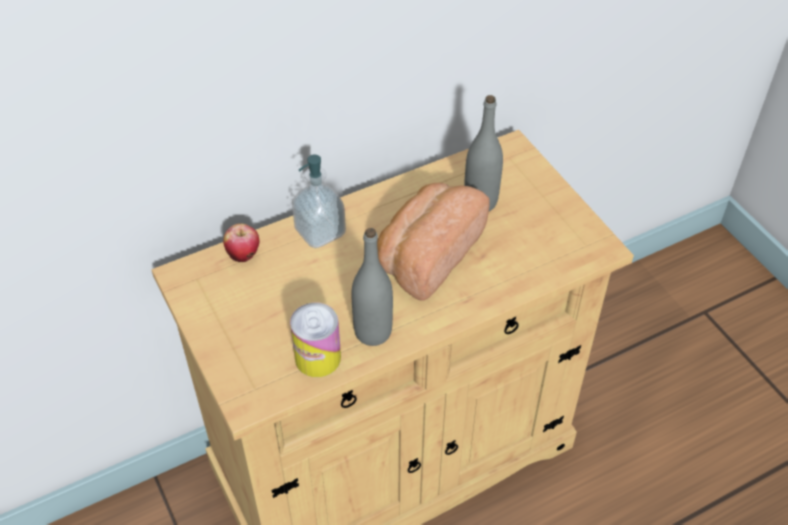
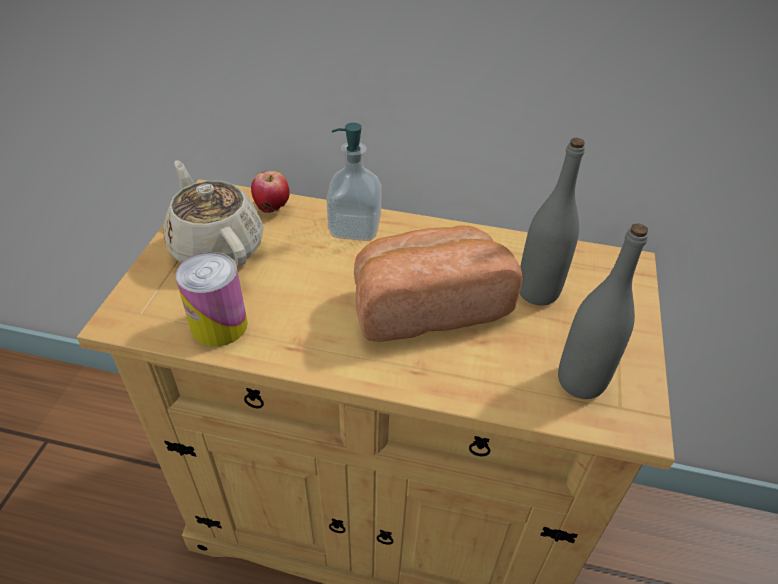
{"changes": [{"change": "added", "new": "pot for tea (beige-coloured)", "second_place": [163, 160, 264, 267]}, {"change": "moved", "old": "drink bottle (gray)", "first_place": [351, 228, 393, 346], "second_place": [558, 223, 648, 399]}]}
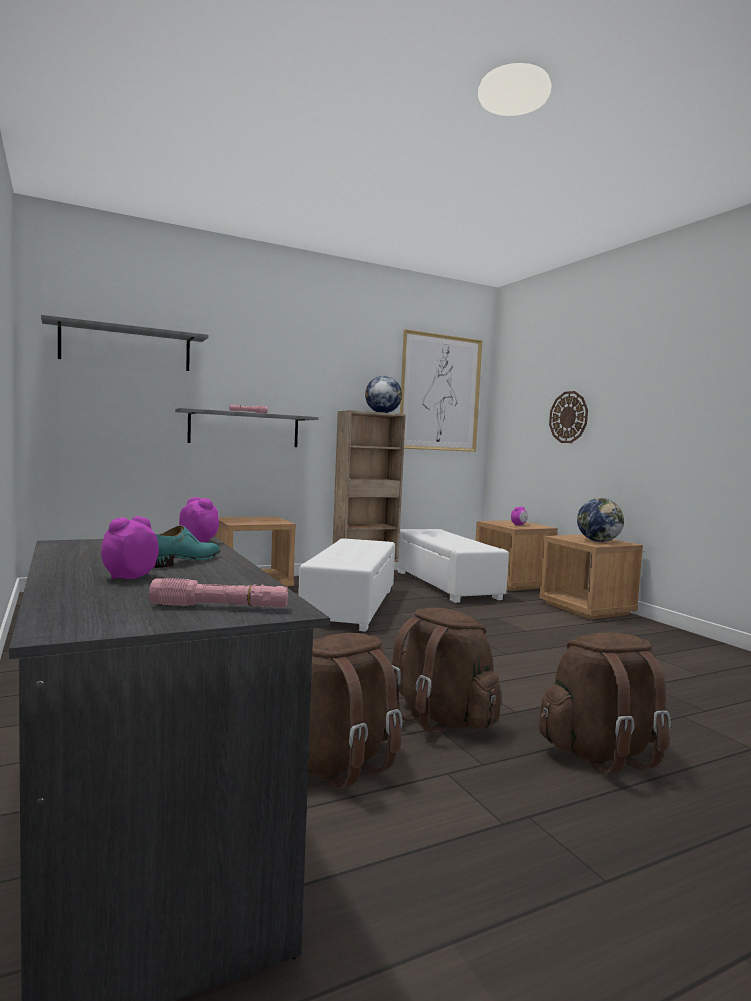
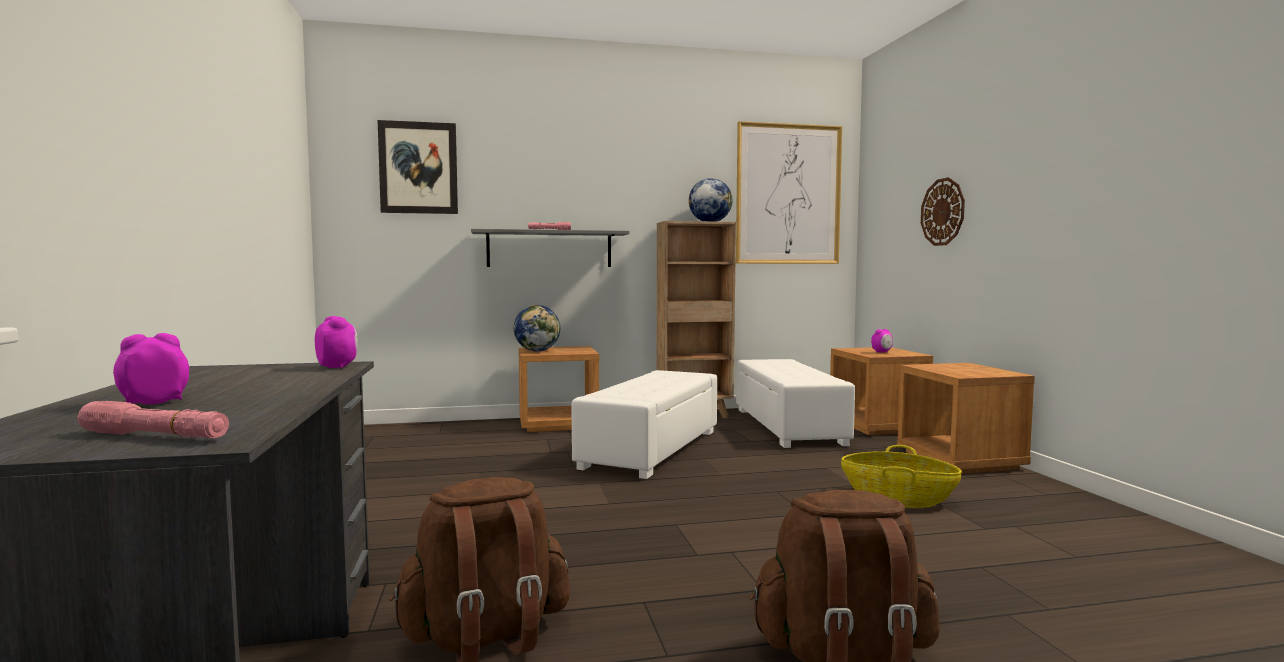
{"changes": [{"change": "removed", "old": "shoe (blue-green)", "first_place": [154, 526, 220, 568]}, {"change": "removed", "old": "knapsack (brown-coloured)", "first_place": [391, 608, 501, 734]}, {"change": "added", "new": "storage basket", "second_place": [841, 445, 962, 508]}, {"change": "moved", "old": "globe", "first_place": [577, 498, 624, 542], "second_place": [514, 305, 560, 351]}, {"change": "replaced", "old": "shelf (gray)", "new": "picture", "first_place": [41, 315, 209, 371], "second_place": [378, 120, 458, 214]}]}
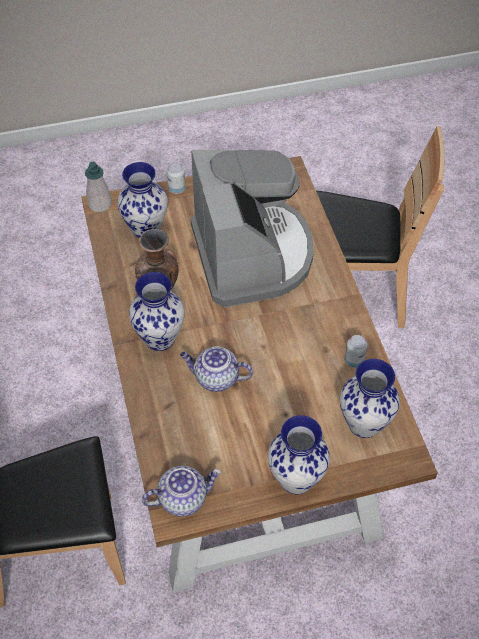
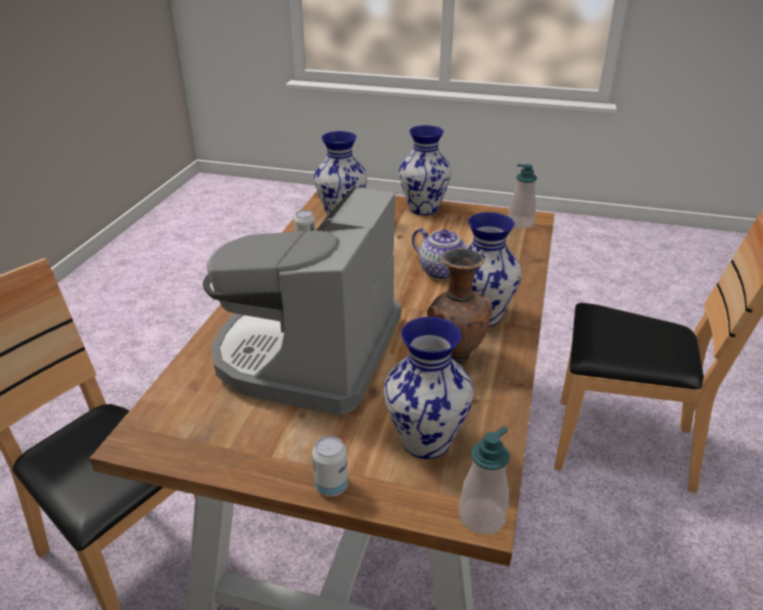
{"changes": [{"change": "replaced", "old": "pot for tea", "new": "soap dispenser", "first_place": [142, 466, 221, 517], "second_place": [508, 164, 537, 228]}]}
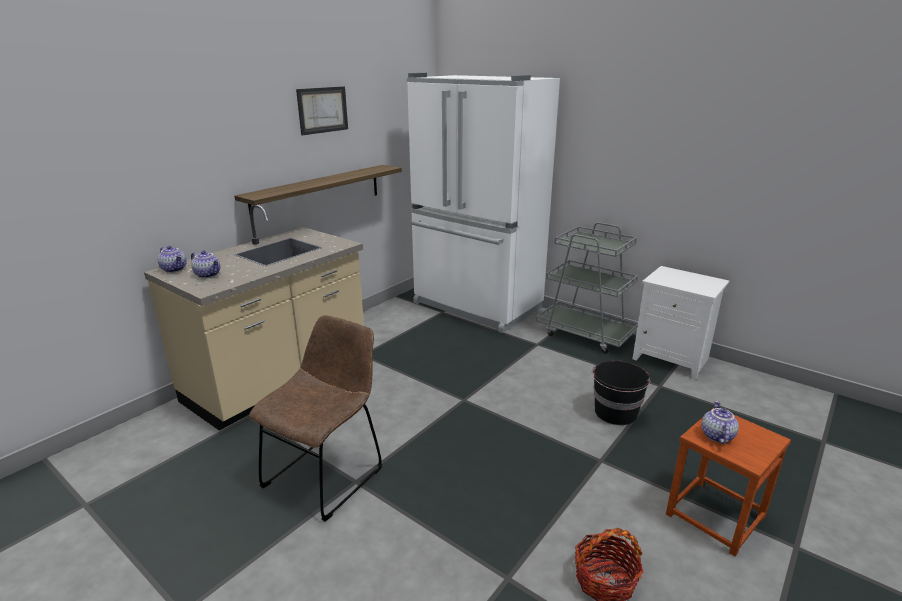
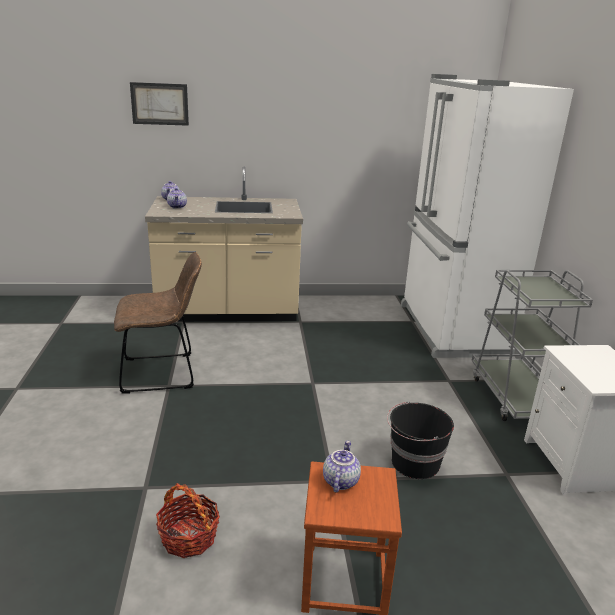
{"changes": [{"change": "removed", "old": "shelf", "first_place": [234, 165, 402, 214]}, {"change": "moved", "old": "picture", "first_place": [296, 86, 348, 135], "second_place": [130, 82, 189, 126]}, {"change": "turned", "old": "pot for tea", "first_place": [701, 401, 739, 444], "second_place": [323, 441, 361, 493], "degrees": -45}]}
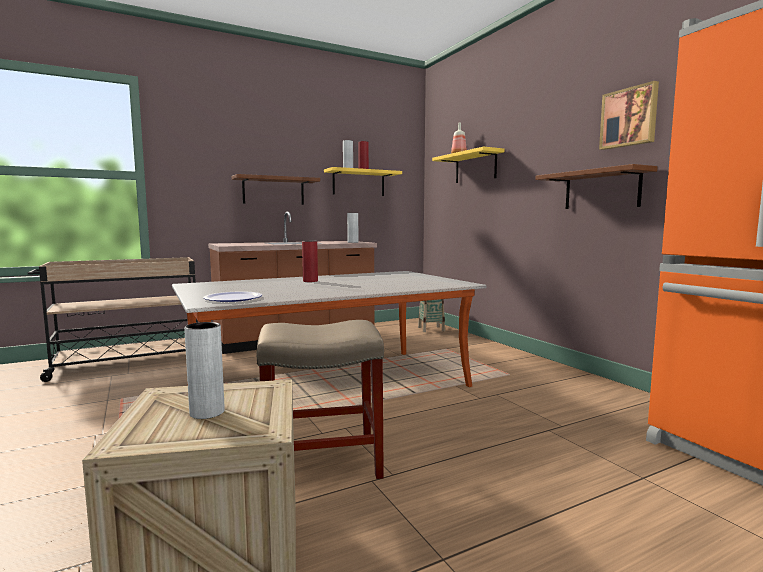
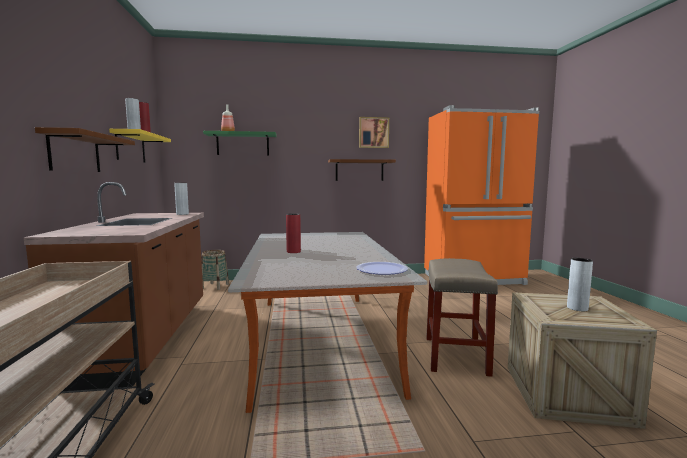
{"changes": [{"change": "recoloured", "old": "shelf (yellowish)", "new": "shelf (greenish)", "first_place": [432, 147, 504, 183], "second_place": [203, 131, 277, 156]}]}
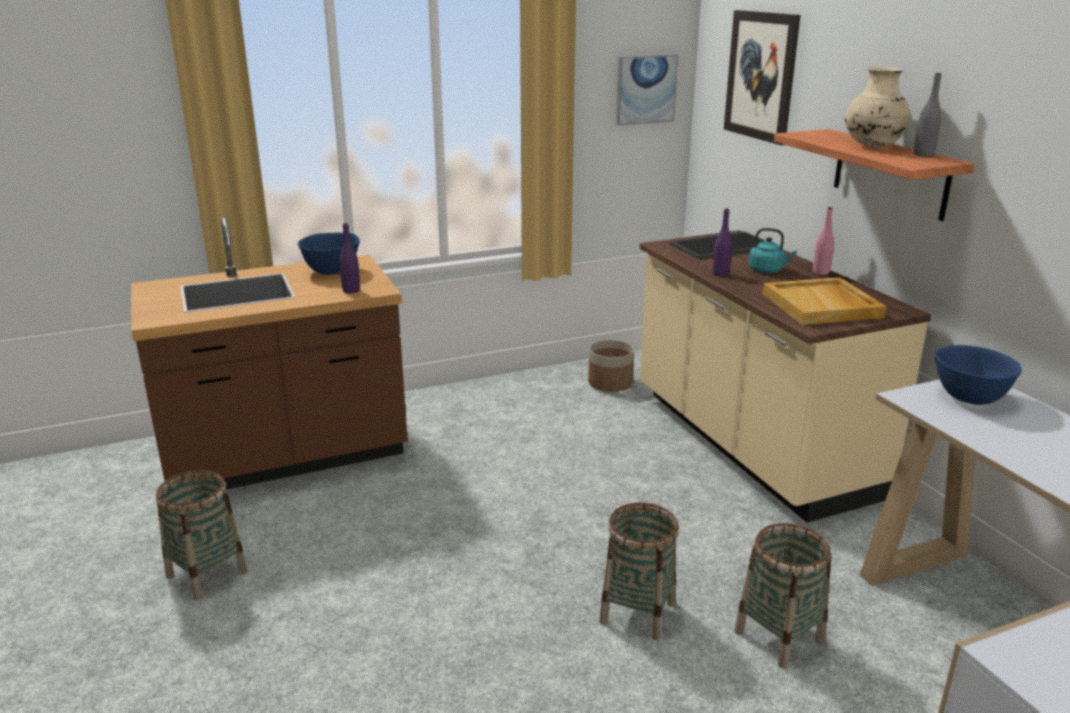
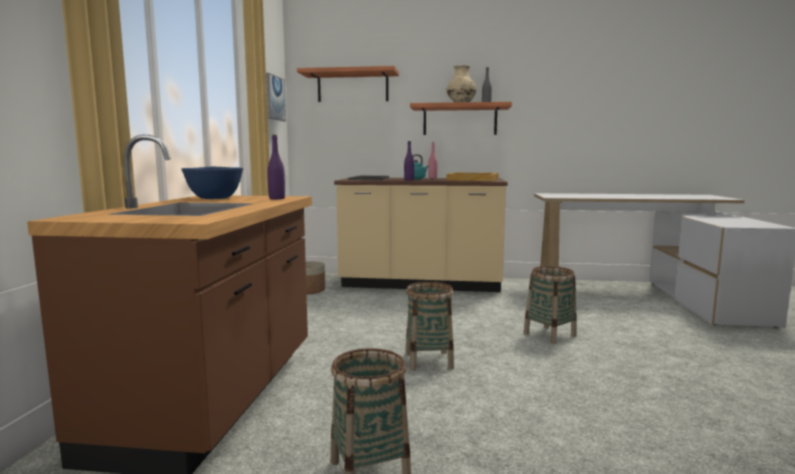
{"changes": [{"change": "removed", "old": "deep dish (blue-coloured)", "first_place": [935, 345, 1022, 405]}, {"change": "moved", "old": "storage basket", "first_place": [734, 523, 831, 669], "second_place": [405, 282, 454, 371]}, {"change": "replaced", "old": "picture", "new": "shelf", "first_place": [724, 10, 800, 145], "second_place": [297, 66, 399, 102]}]}
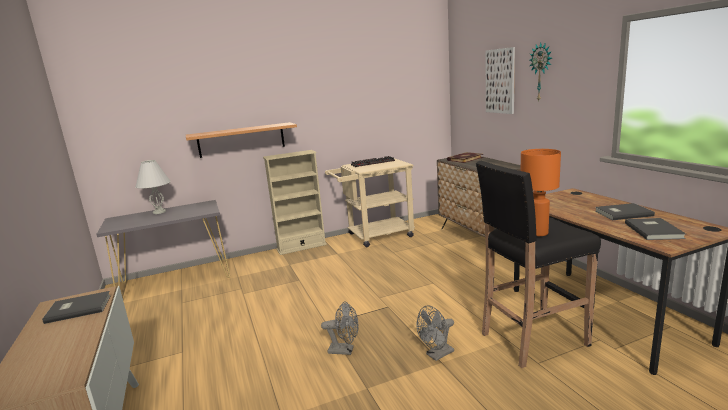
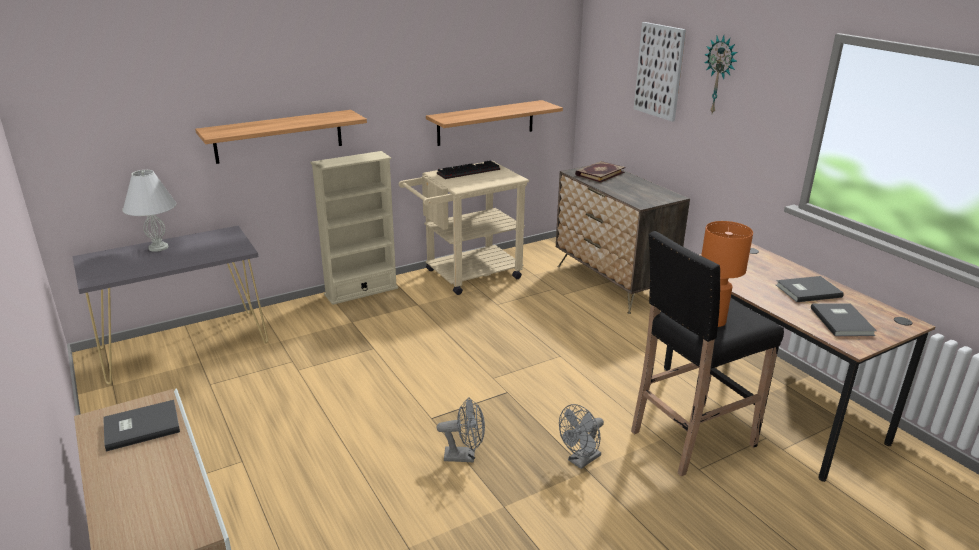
{"changes": [{"change": "added", "new": "shelf", "second_place": [426, 100, 563, 146]}]}
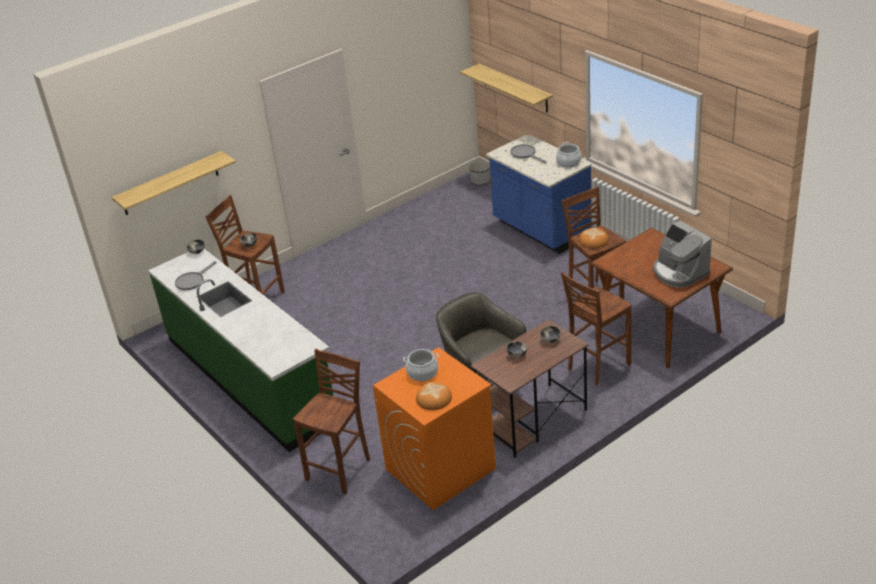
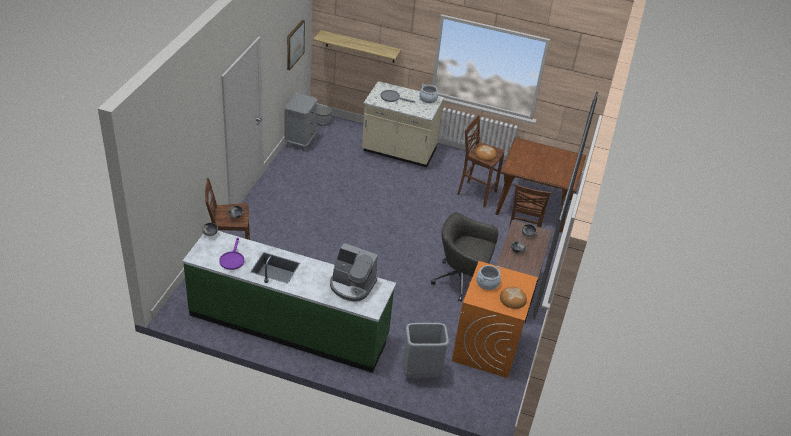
{"changes": [{"change": "removed", "old": "shelf", "first_place": [111, 151, 236, 215]}, {"change": "added", "new": "night table (gray)", "second_place": [284, 93, 318, 152]}, {"change": "added", "new": "picture", "second_place": [287, 20, 305, 70]}, {"change": "moved", "old": "coffee brewer", "first_place": [653, 221, 712, 288], "second_place": [330, 243, 378, 302]}, {"change": "replaced", "old": "sitting stool (brown-coloured)", "new": "waste bin (gray)", "first_place": [293, 349, 370, 494], "second_place": [403, 323, 449, 378]}, {"change": "recoloured", "old": "pan (gray)", "new": "pan (purple-coloured)", "first_place": [175, 261, 216, 290], "second_place": [219, 238, 244, 270]}, {"change": "recoloured", "old": "kitchen base unit (blue-coloured)", "new": "kitchen base unit (beige-coloured)", "first_place": [486, 134, 592, 254], "second_place": [362, 81, 444, 167]}]}
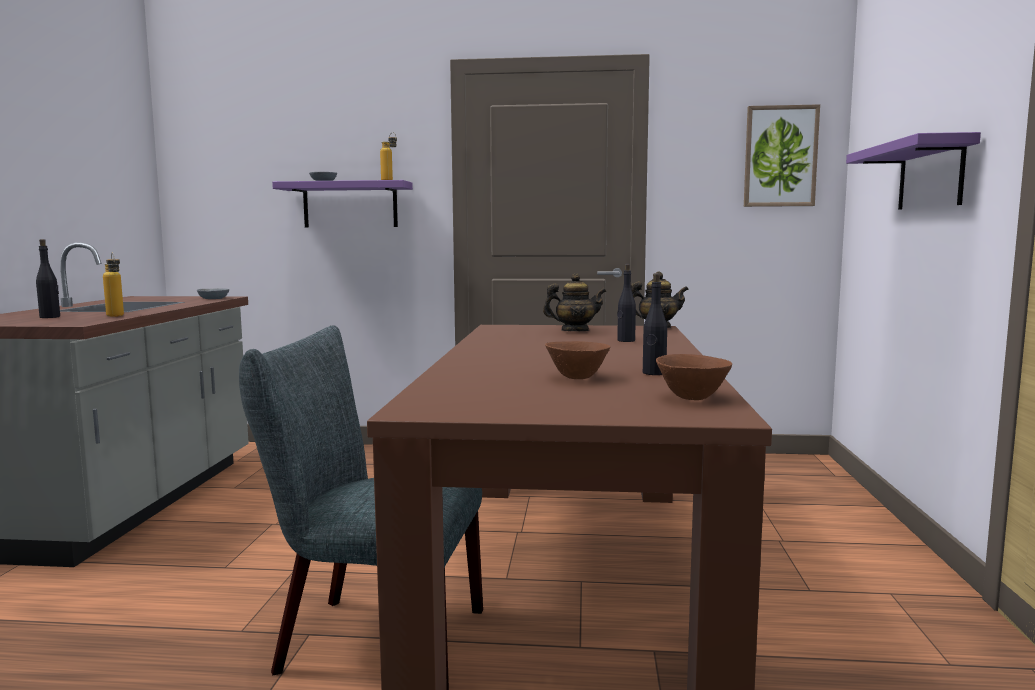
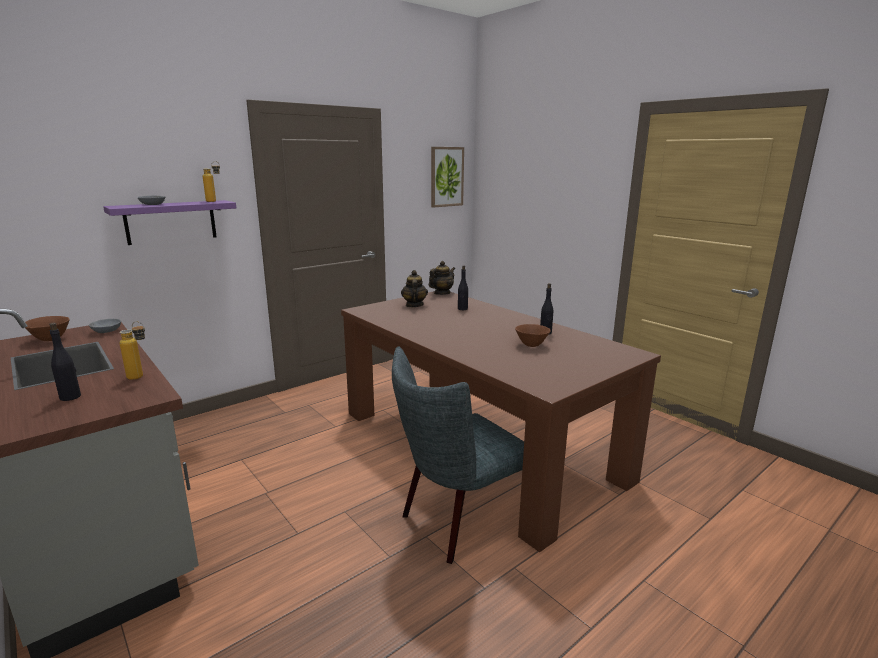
{"changes": [{"change": "removed", "old": "shelf (purple-coloured)", "first_place": [846, 132, 981, 210]}, {"change": "moved", "old": "deep dish (brown-coloured)", "first_place": [656, 354, 732, 400], "second_place": [25, 316, 69, 341]}, {"change": "turned", "old": "pot for tea", "first_place": [543, 273, 607, 331], "second_place": [401, 270, 428, 307], "degrees": -45}]}
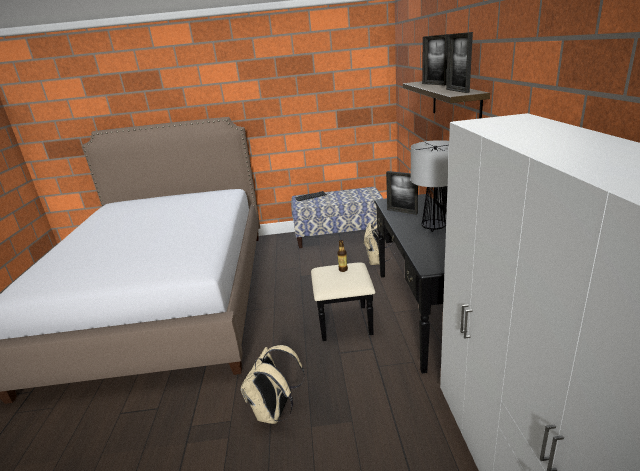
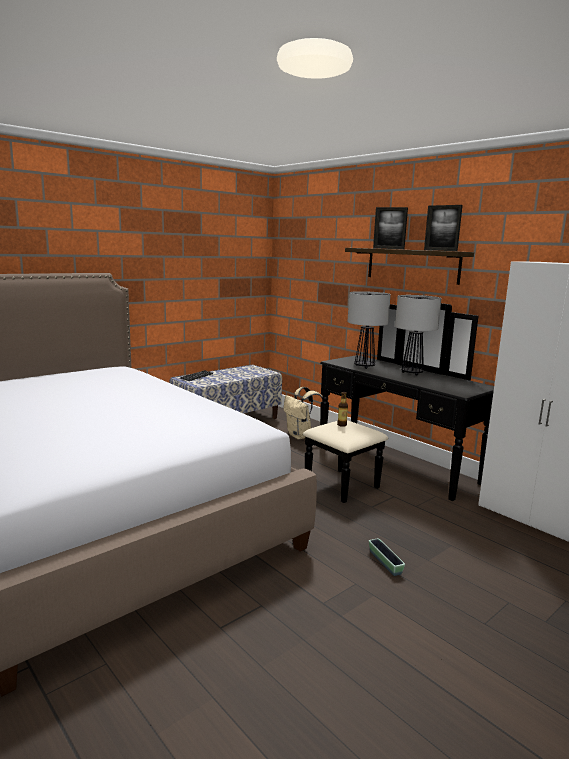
{"changes": [{"change": "replaced", "old": "knapsack (beige-coloured)", "new": "flower pot", "first_place": [241, 345, 305, 424], "second_place": [369, 538, 405, 576]}, {"change": "replaced", "old": "standing frame", "new": "tabletop lamp", "first_place": [386, 171, 418, 215], "second_place": [347, 291, 391, 369]}]}
